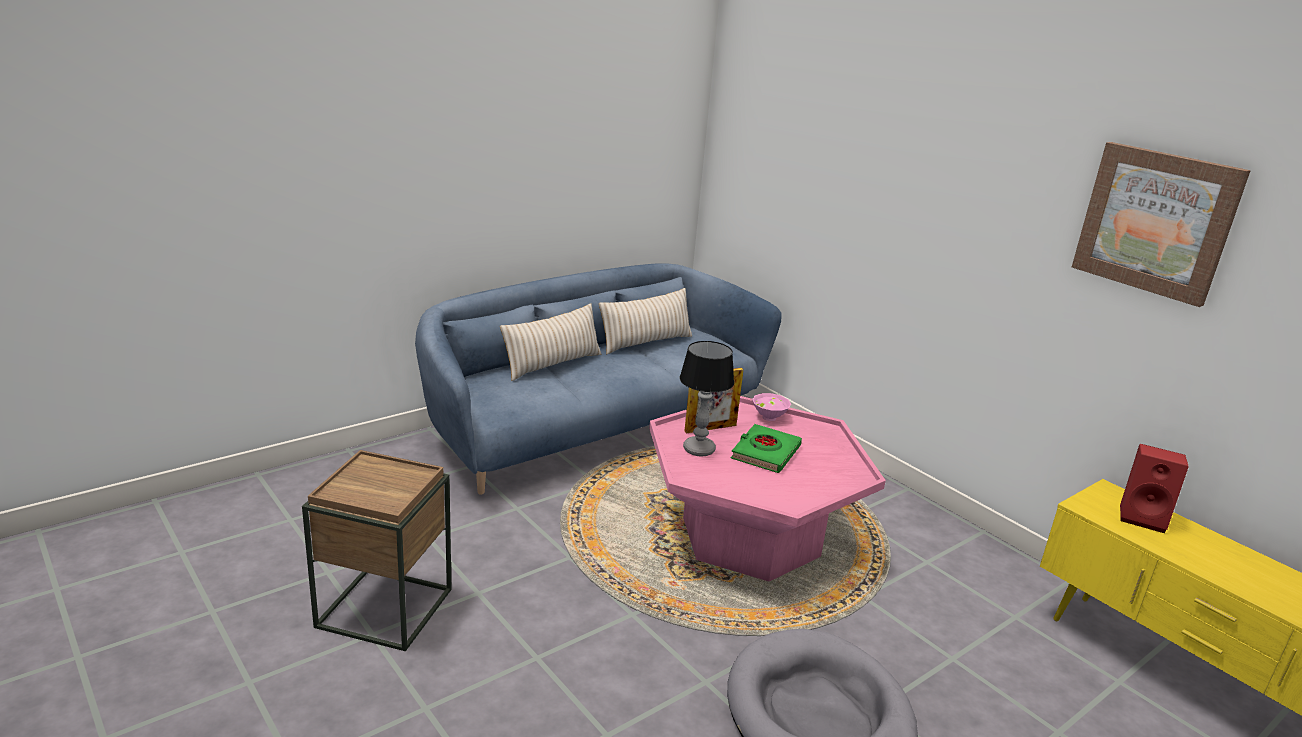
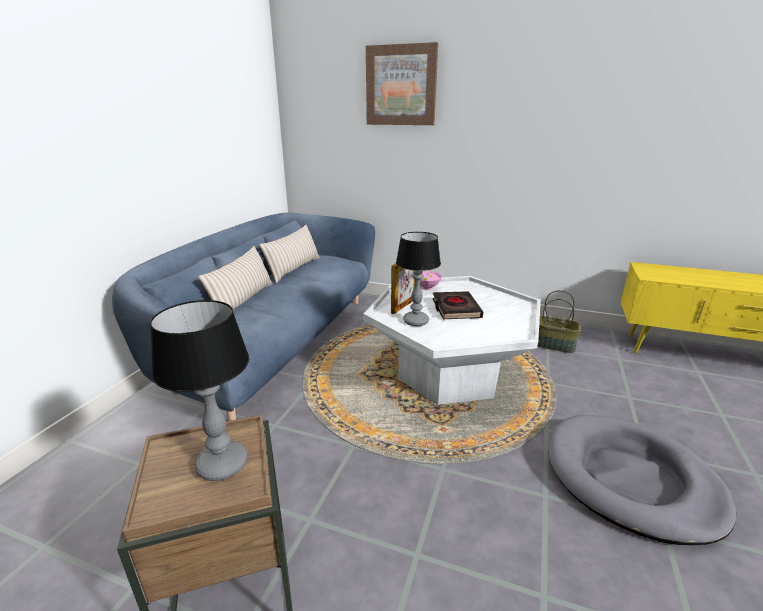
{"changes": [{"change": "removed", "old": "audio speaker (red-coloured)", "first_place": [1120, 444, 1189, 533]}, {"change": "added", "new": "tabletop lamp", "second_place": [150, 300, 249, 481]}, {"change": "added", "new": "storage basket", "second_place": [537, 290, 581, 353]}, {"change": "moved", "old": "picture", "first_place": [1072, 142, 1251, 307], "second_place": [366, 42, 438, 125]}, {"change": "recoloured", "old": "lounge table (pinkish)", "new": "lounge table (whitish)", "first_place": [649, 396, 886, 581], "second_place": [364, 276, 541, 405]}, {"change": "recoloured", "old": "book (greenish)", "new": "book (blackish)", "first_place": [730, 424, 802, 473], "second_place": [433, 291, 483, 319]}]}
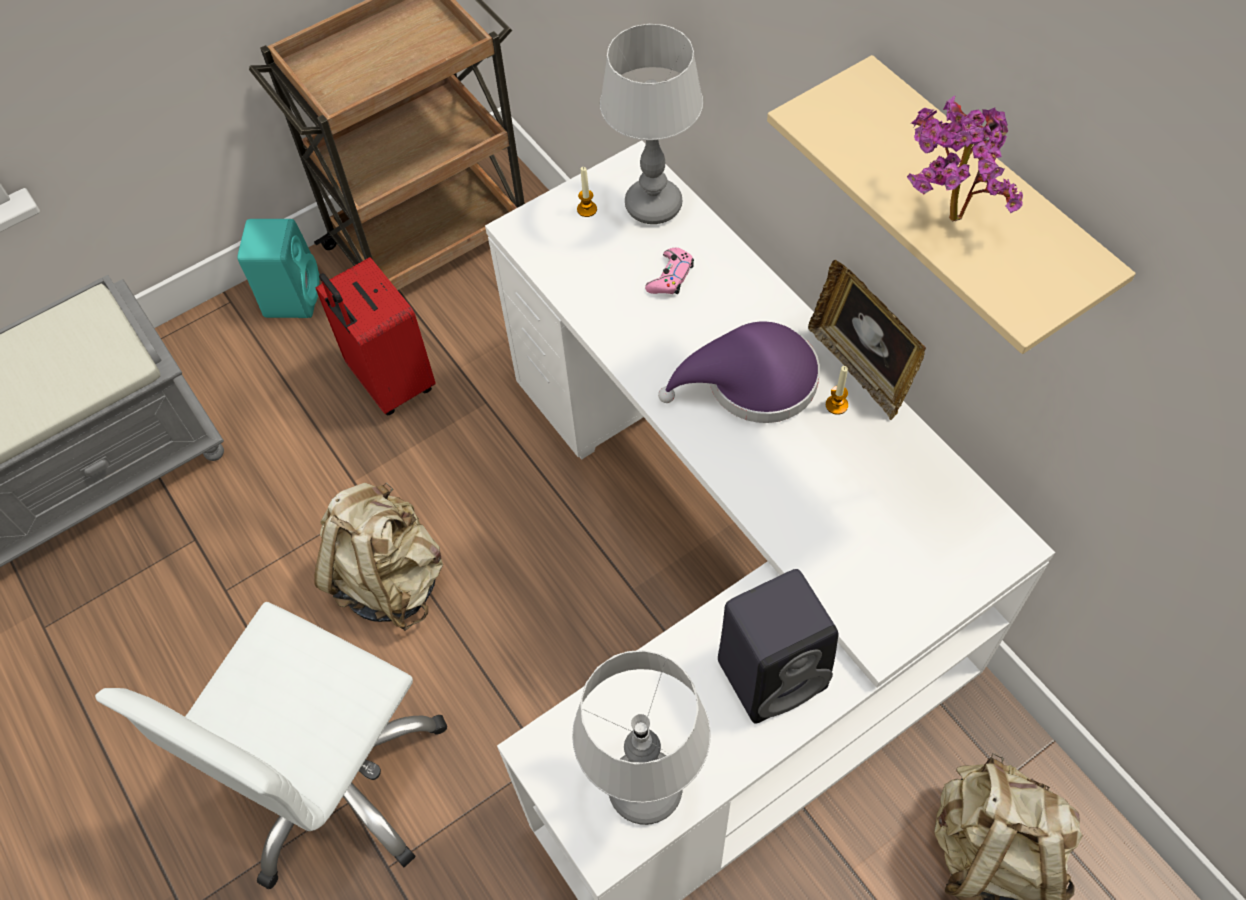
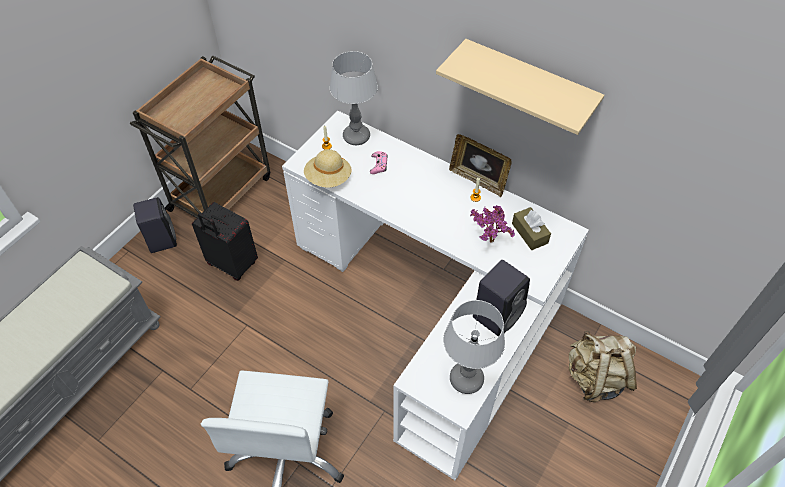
{"changes": [{"change": "removed", "old": "knapsack (beige-coloured)", "first_place": [314, 482, 443, 631]}, {"change": "removed", "old": "hat (purple-coloured)", "first_place": [658, 321, 820, 423]}, {"change": "added", "new": "hat (beige-coloured)", "second_place": [304, 149, 352, 188]}, {"change": "added", "new": "tissue holder (brown-coloured)", "second_place": [512, 207, 551, 250]}, {"change": "moved", "old": "houseplant", "first_place": [907, 96, 1023, 221], "second_place": [470, 205, 515, 243]}, {"change": "recoloured", "old": "audio speaker (blue-green)", "new": "audio speaker (blackish)", "first_place": [237, 219, 320, 318], "second_place": [133, 197, 177, 253]}, {"change": "recoloured", "old": "piece of luggage (red-coloured)", "new": "piece of luggage (blackish)", "first_place": [315, 257, 436, 416], "second_place": [192, 202, 258, 281]}]}
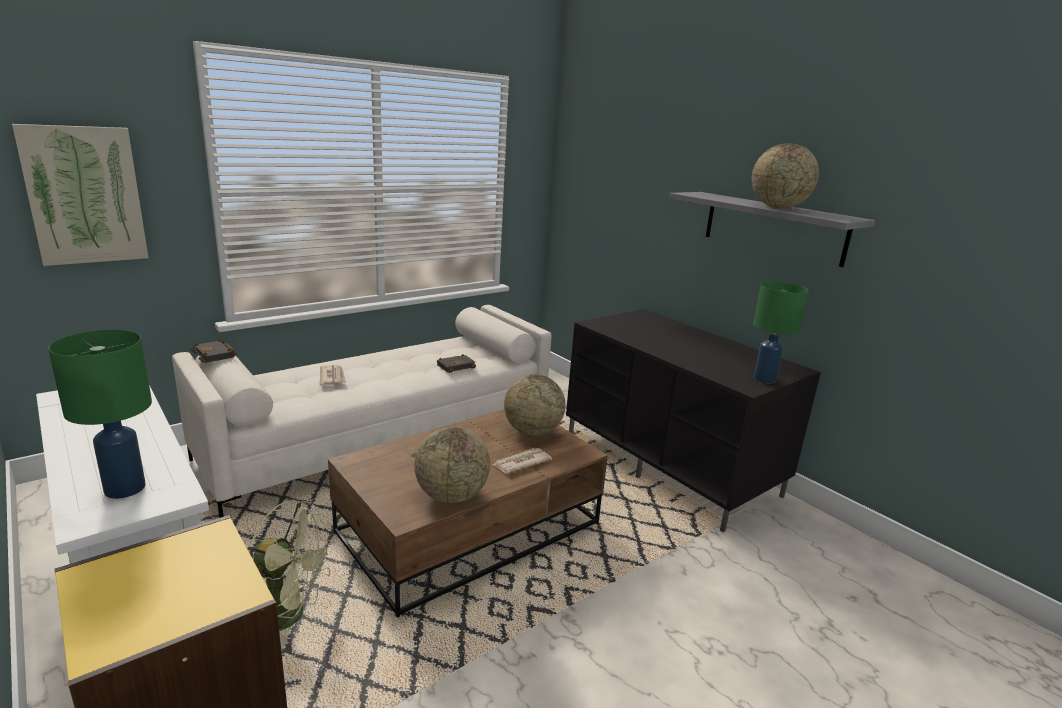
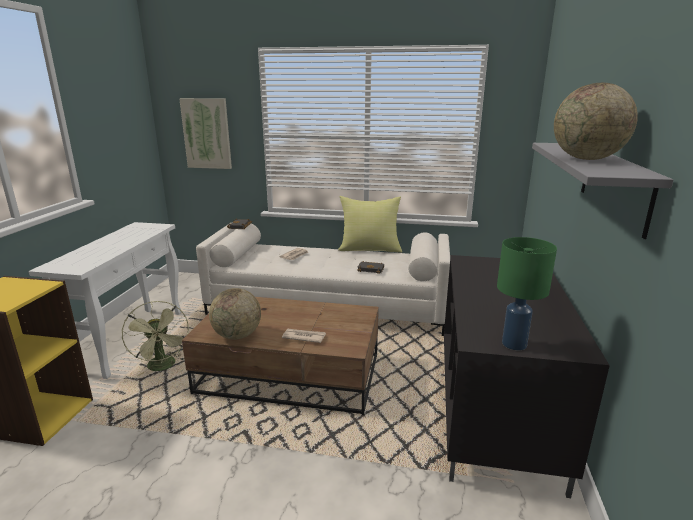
{"changes": [{"change": "removed", "old": "tabletop lamp (greenish)", "first_place": [48, 329, 152, 499]}, {"change": "removed", "old": "globe", "first_place": [504, 374, 565, 436]}, {"change": "added", "new": "throw pillow (yellowish)", "second_place": [338, 196, 402, 253]}]}
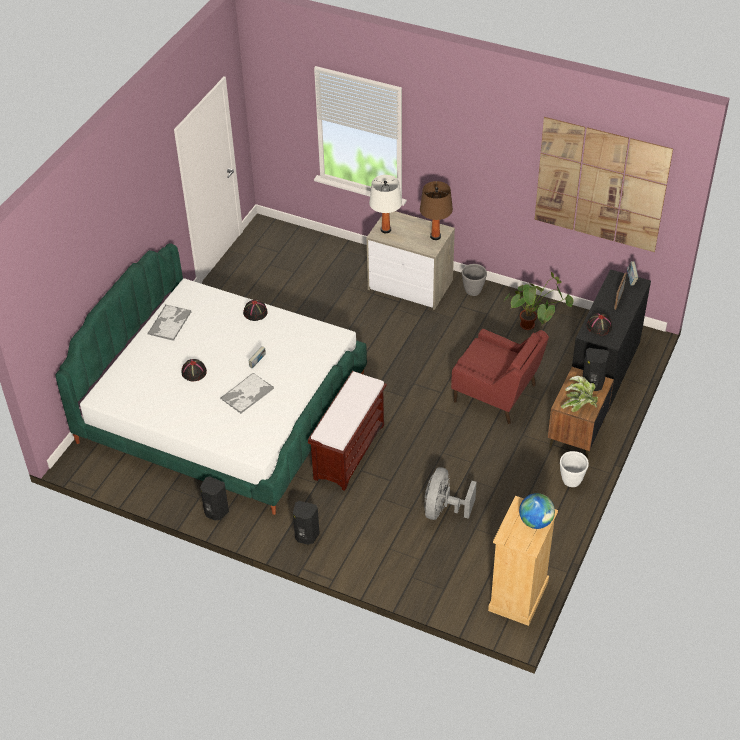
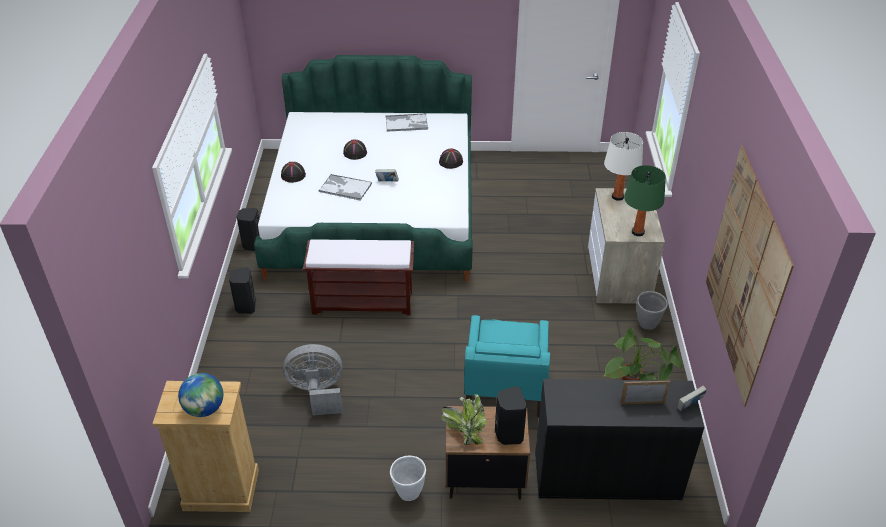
{"changes": [{"change": "moved", "old": "hat (blackish)", "first_place": [586, 313, 612, 335], "second_place": [281, 162, 306, 183]}, {"change": "recoloured", "old": "tabletop lamp (brown-coloured)", "new": "tabletop lamp (greenish)", "first_place": [420, 181, 453, 240], "second_place": [624, 165, 666, 236]}, {"change": "recoloured", "old": "easy chair (red-coloured)", "new": "easy chair (blue-green)", "first_place": [451, 329, 549, 424], "second_place": [464, 315, 550, 417]}]}
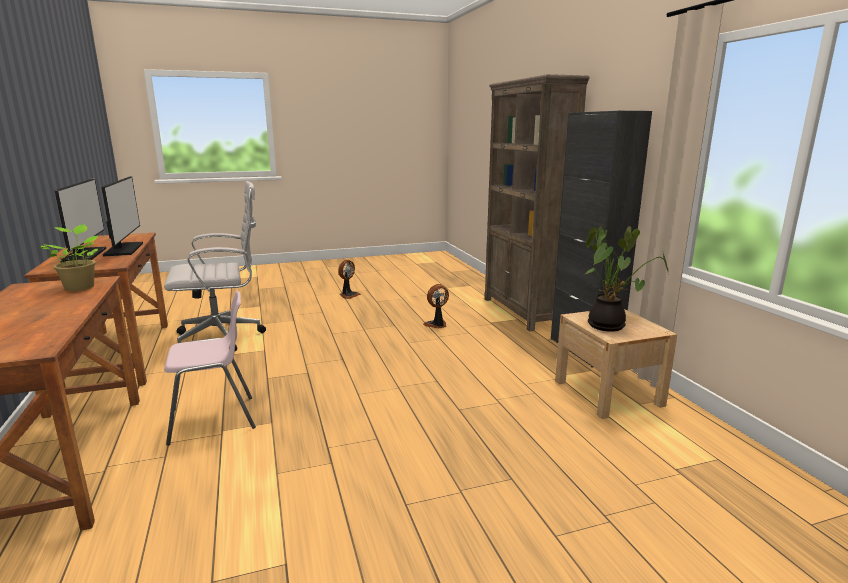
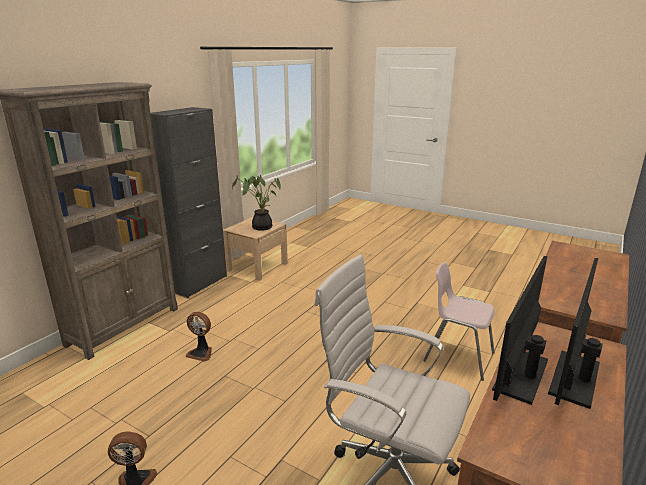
{"changes": [{"change": "removed", "old": "houseplant", "first_place": [39, 224, 98, 291]}]}
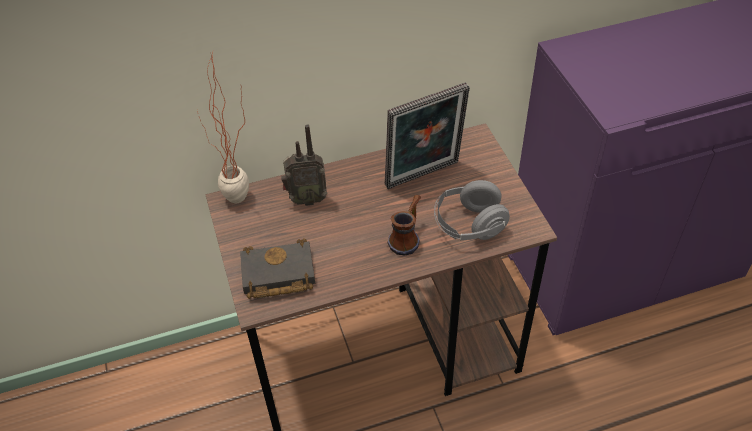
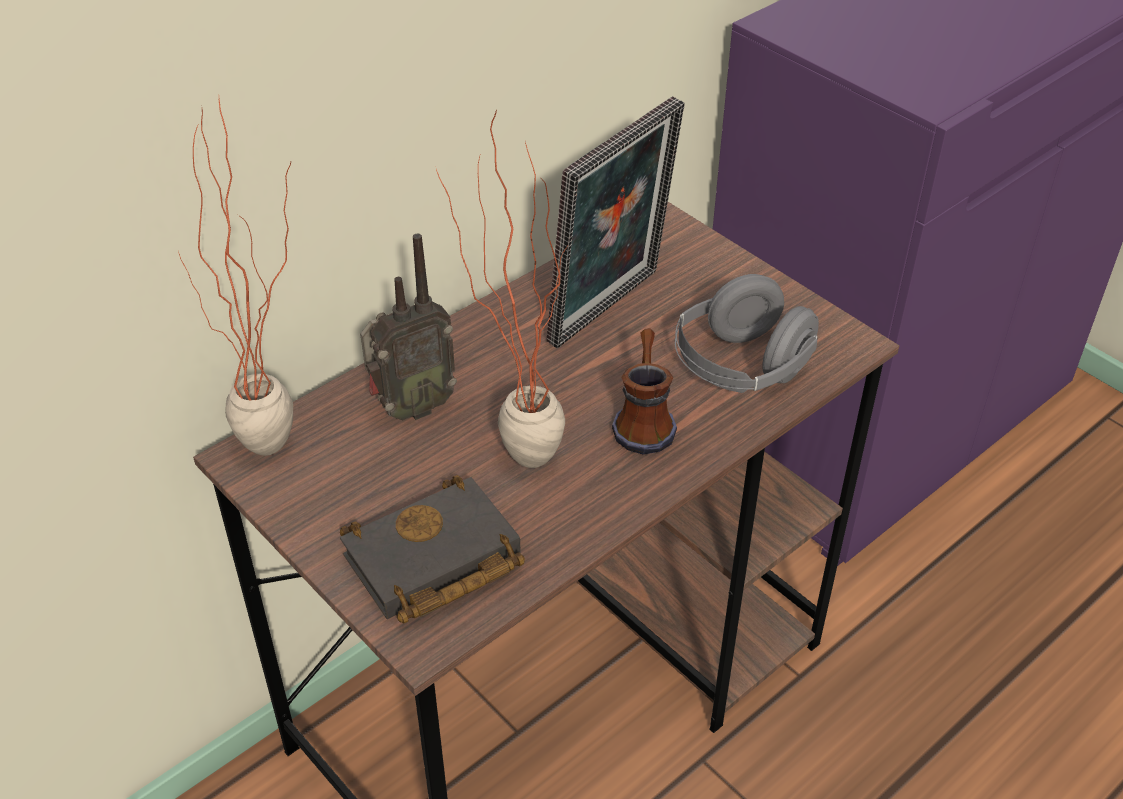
{"changes": [{"change": "added", "new": "houseplant", "second_place": [435, 109, 569, 468]}]}
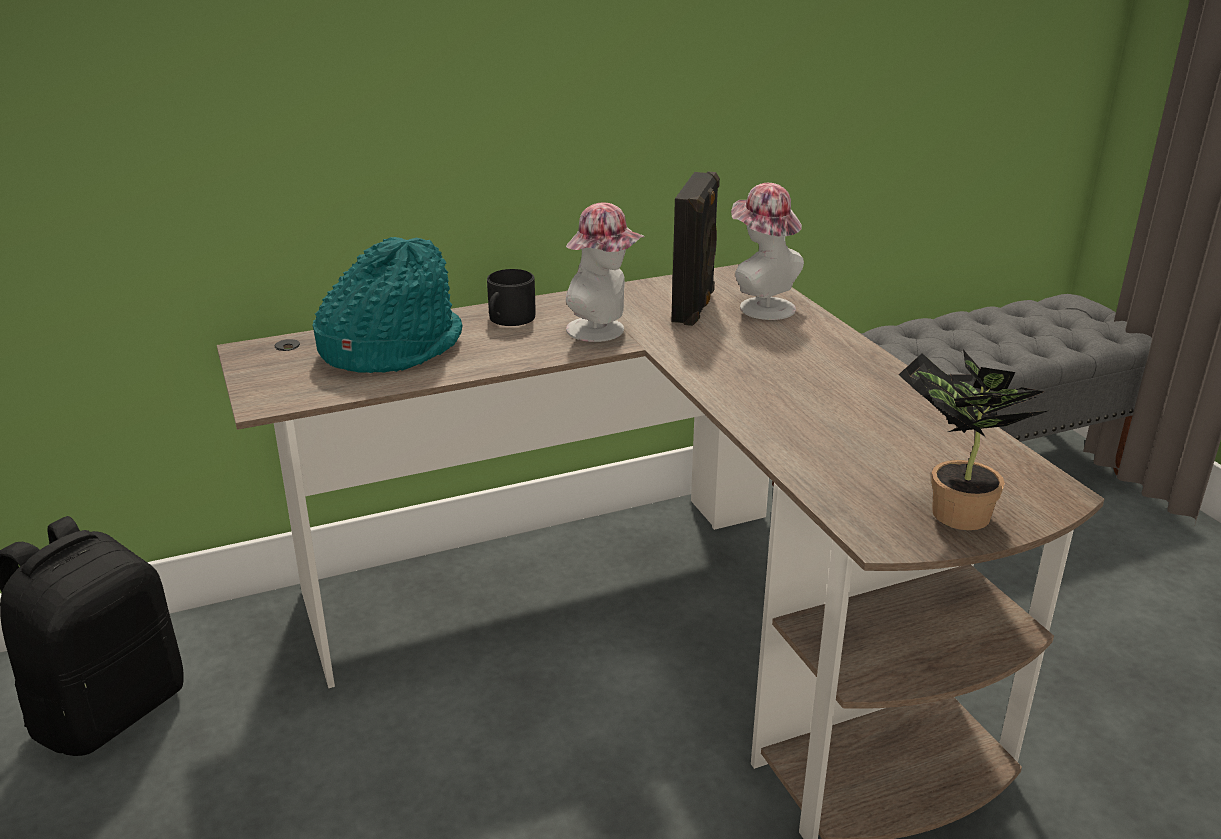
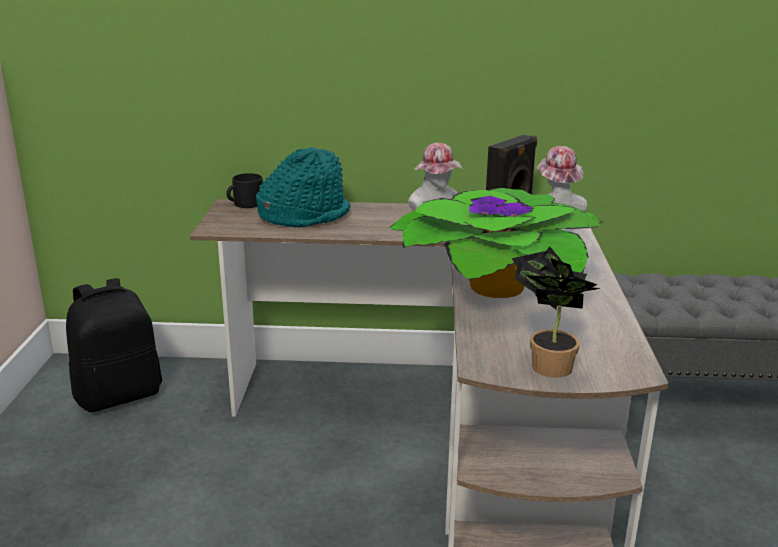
{"changes": [{"change": "added", "new": "houseplant", "second_place": [389, 188, 603, 298]}, {"change": "moved", "old": "tea mug (blackish)", "first_place": [487, 269, 536, 326], "second_place": [226, 173, 263, 208]}]}
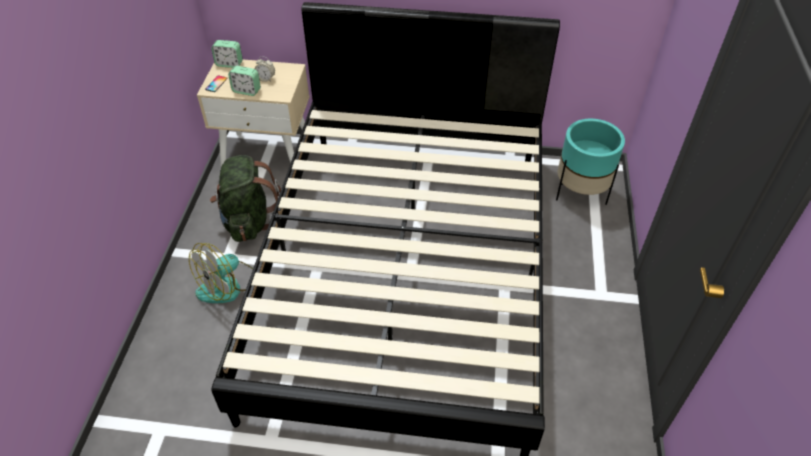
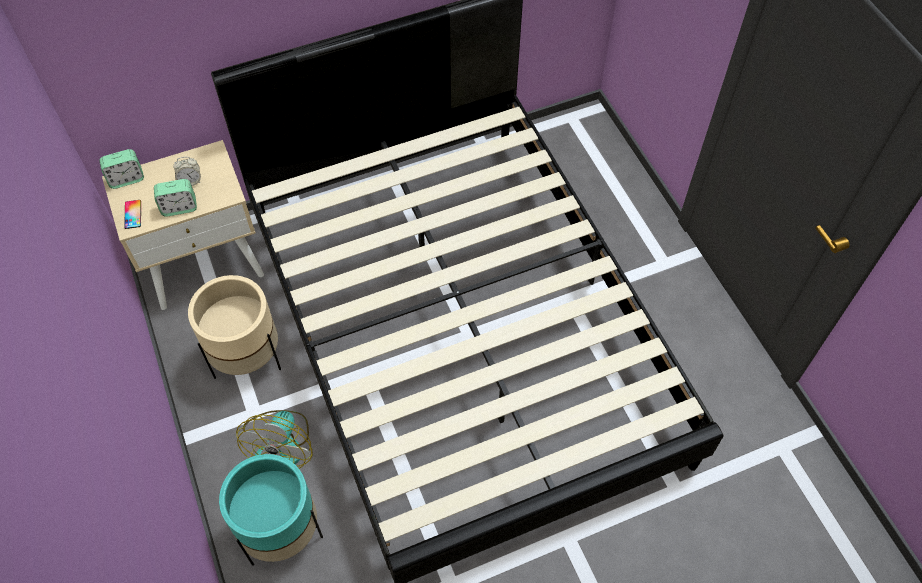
{"changes": [{"change": "moved", "old": "flower pot (blue-green)", "first_place": [556, 119, 625, 205], "second_place": [219, 454, 323, 566]}, {"change": "replaced", "old": "knapsack (greenish)", "new": "flower pot (beige-coloured)", "first_place": [210, 155, 281, 242], "second_place": [188, 275, 281, 379]}]}
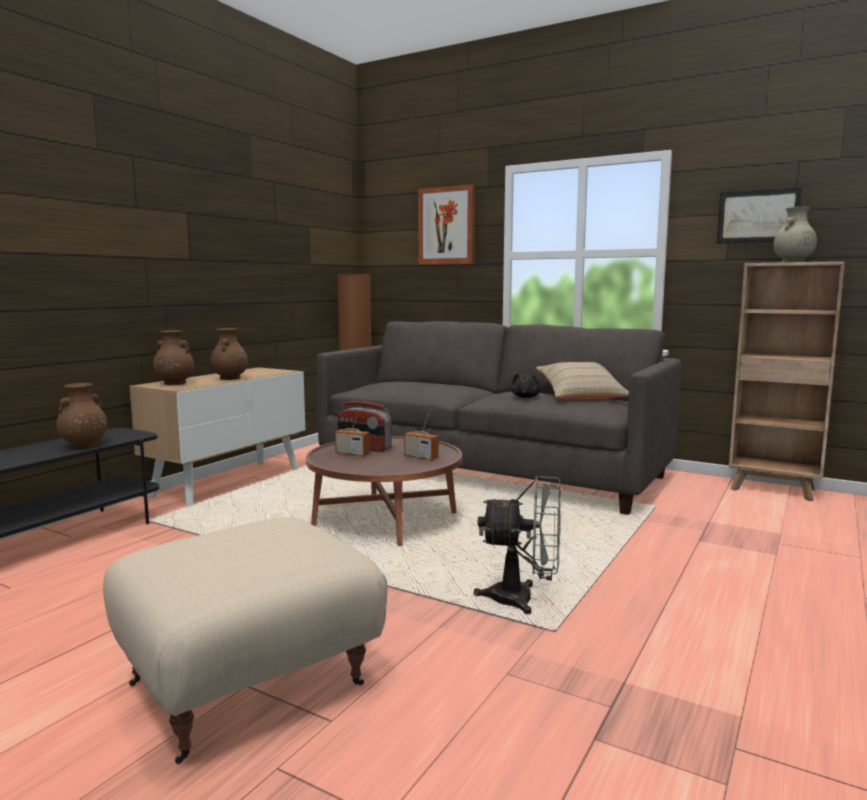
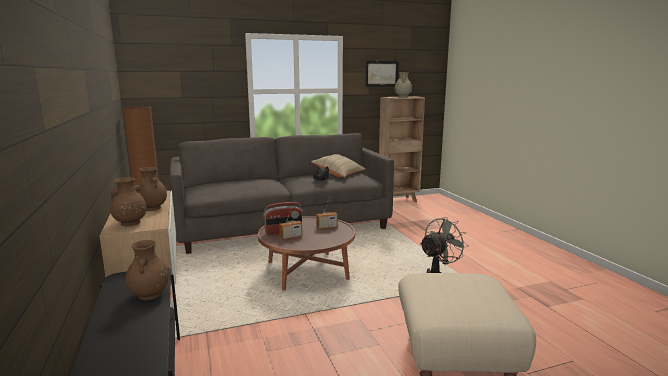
{"changes": [{"change": "removed", "old": "picture", "first_place": [418, 184, 475, 265]}]}
